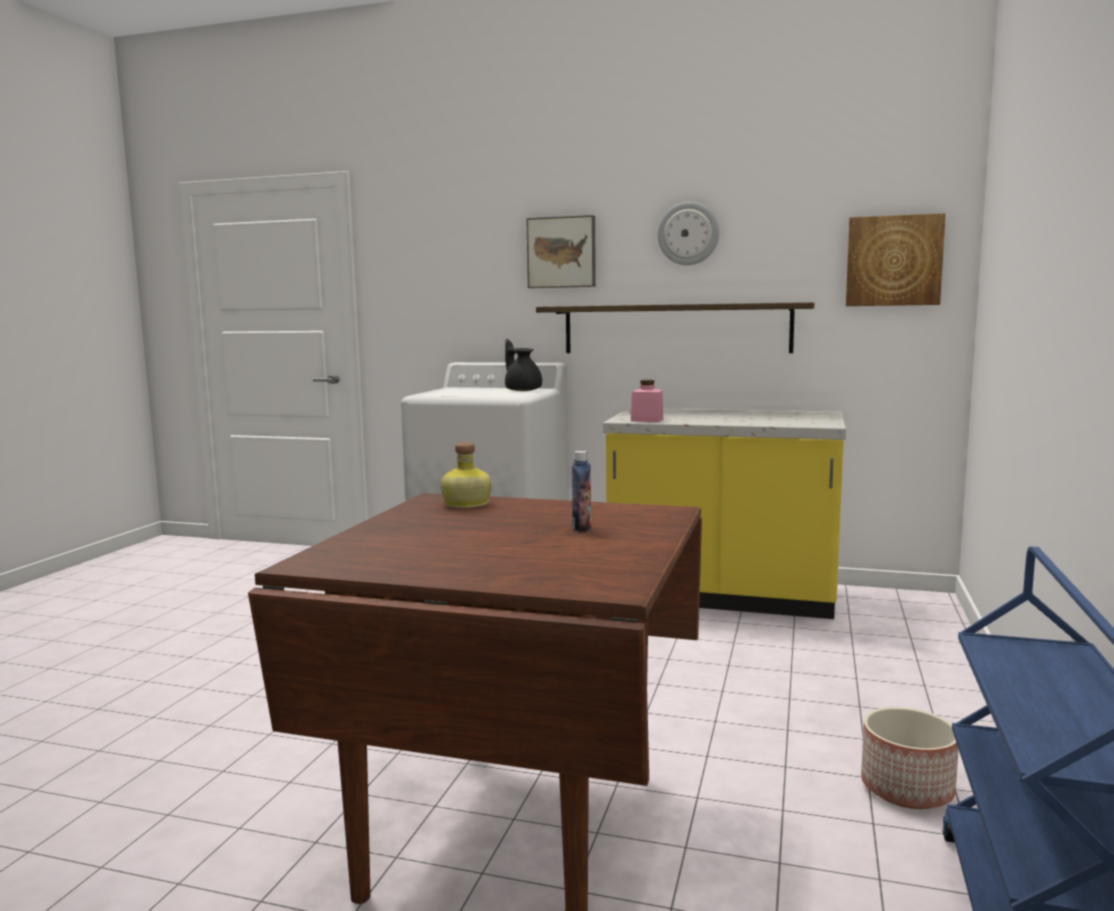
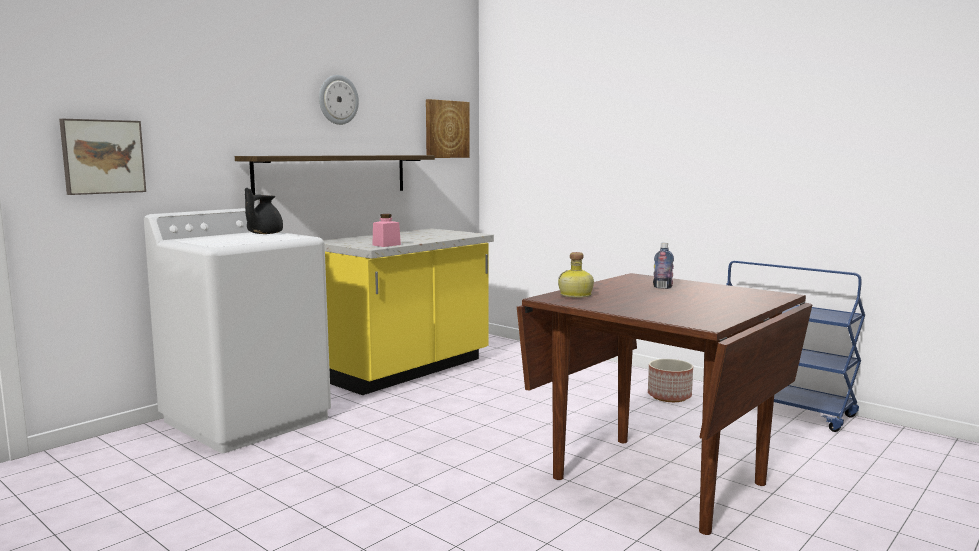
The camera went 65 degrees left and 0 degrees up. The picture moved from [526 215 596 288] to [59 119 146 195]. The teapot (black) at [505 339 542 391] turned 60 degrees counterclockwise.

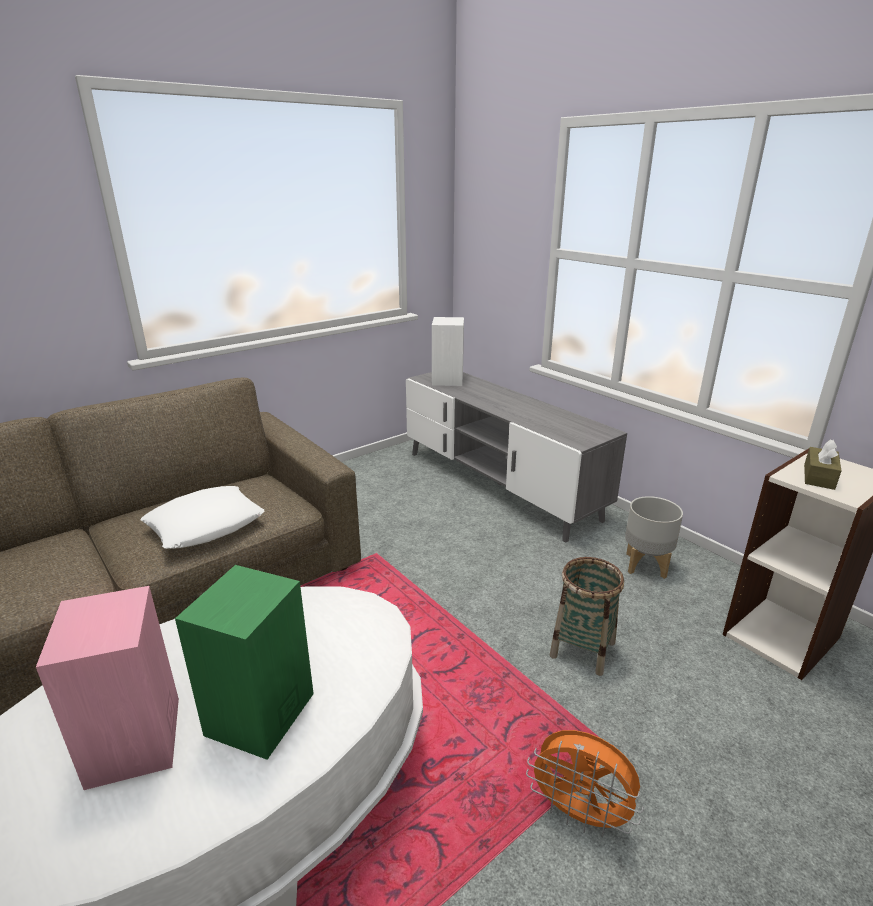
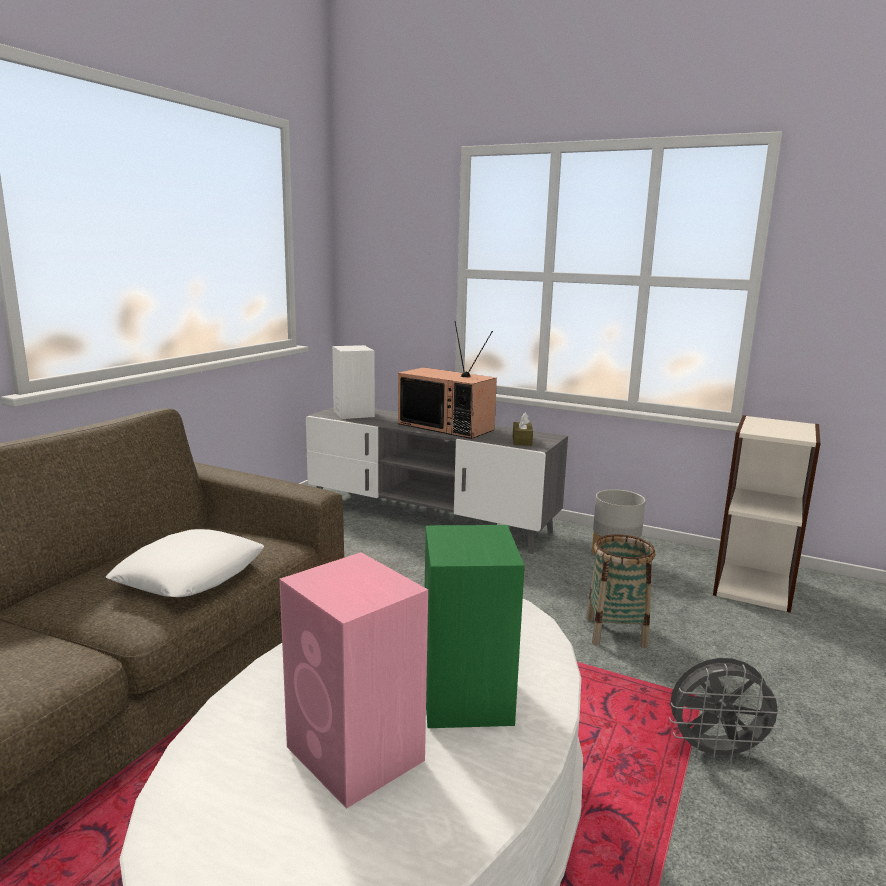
The camera went 25 degrees left and 10 degrees down. The television at [398 321 497 439] appeared. The tissue box (brown) moved from [804 439 841 490] to [513 412 533 446]. The fan (orange) at [526 730 644 838] became the fan (grey) at [669 658 787 764].

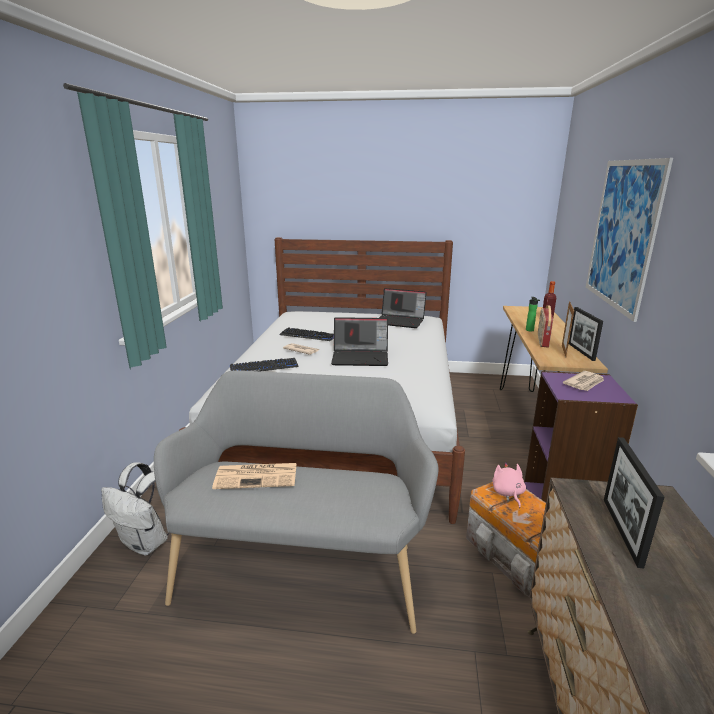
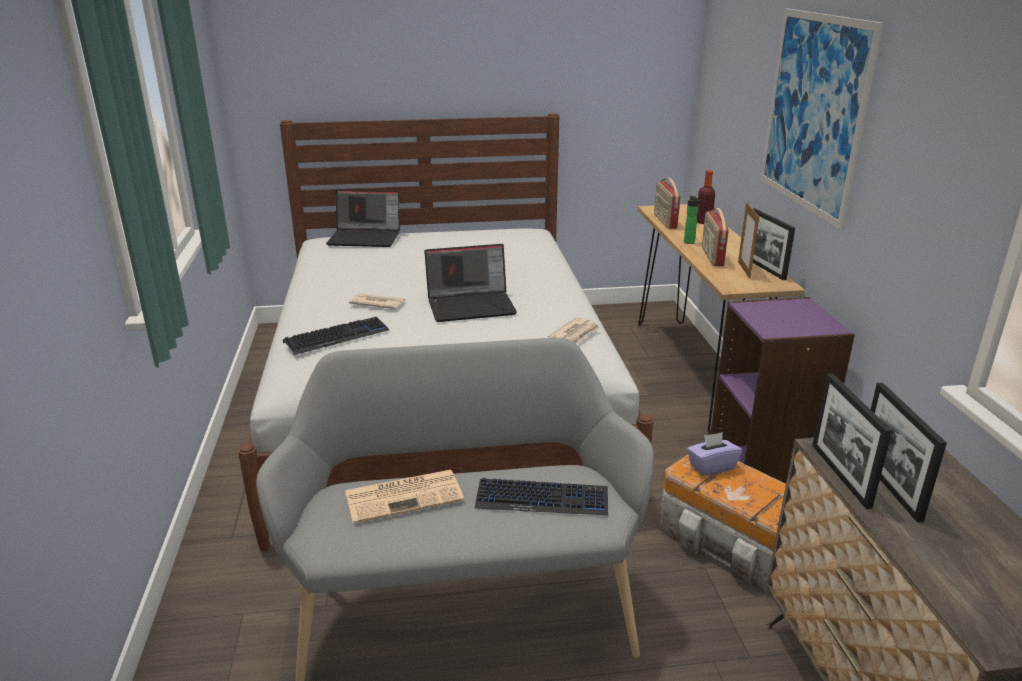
The camera went 15 degrees left and 5 degrees up. The laptop moved from [379 288 427 328] to [326 190 400 247]. The keyboard moved from [279 327 334 341] to [475 478 608 515]. The newspaper moved from [563 371 604 391] to [548 317 600 344]. The radio at [654 178 681 229] appeared. The plush toy (pink) at [492 462 526 508] was replaced by the tissue box (purple) at [687 432 742 476]. The picture frame at [812 373 892 509] appeared. The backpack (white) at [101 462 170 555] disappeared.

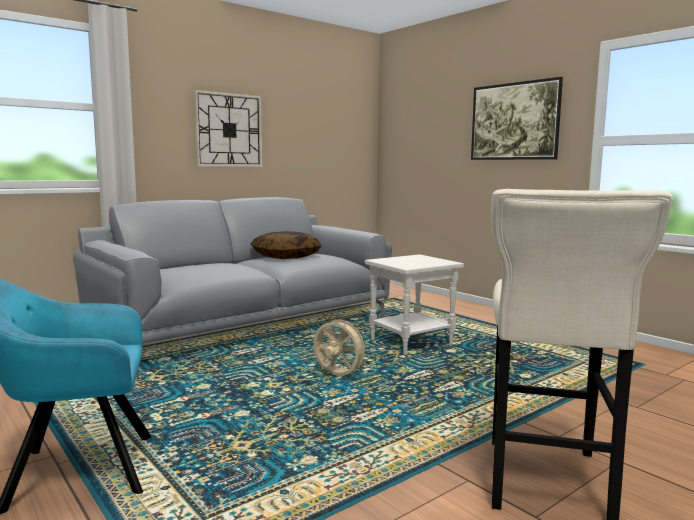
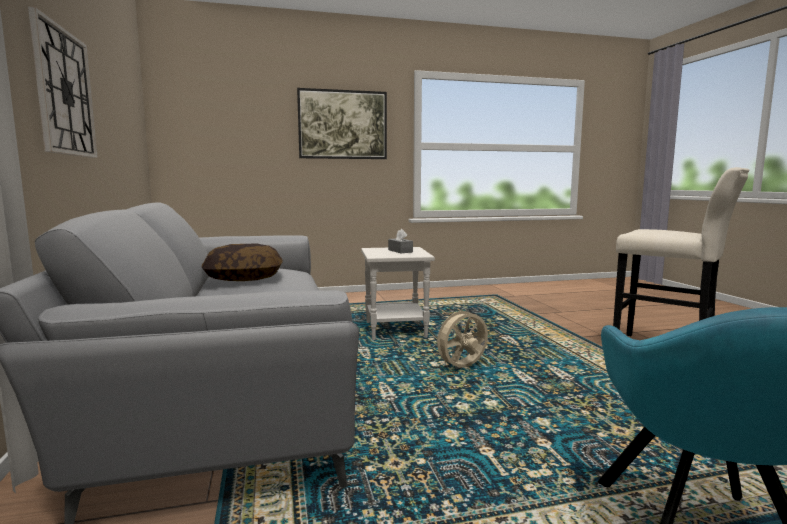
The camera went 65 degrees left and 0 degrees up. The tissue box (grey) at [388 229 413 253] appeared.

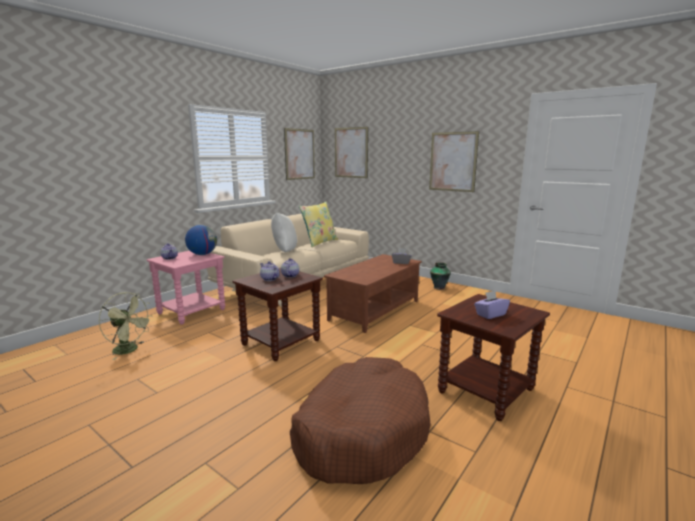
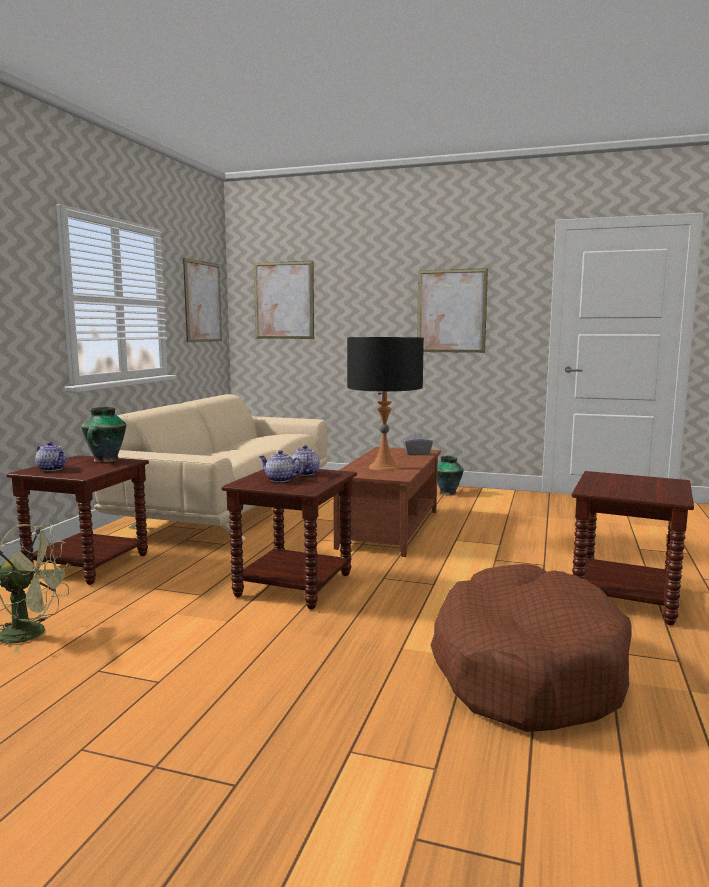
The camera went 20 degrees left and 5 degrees down. The side table (pink) at [147 251 225 325] became the side table (brown) at [7 455 149 585]. The globe at [185 225 217 255] was replaced by the vase at [81 407 126 463]. The table lamp (black) at [347 337 424 471] appeared. The pillow (white) at [271 213 297 252] disappeared. The pillow (yellow) at [299 202 338 247] disappeared. The tissue box (purple) at [474 290 510 319] disappeared.

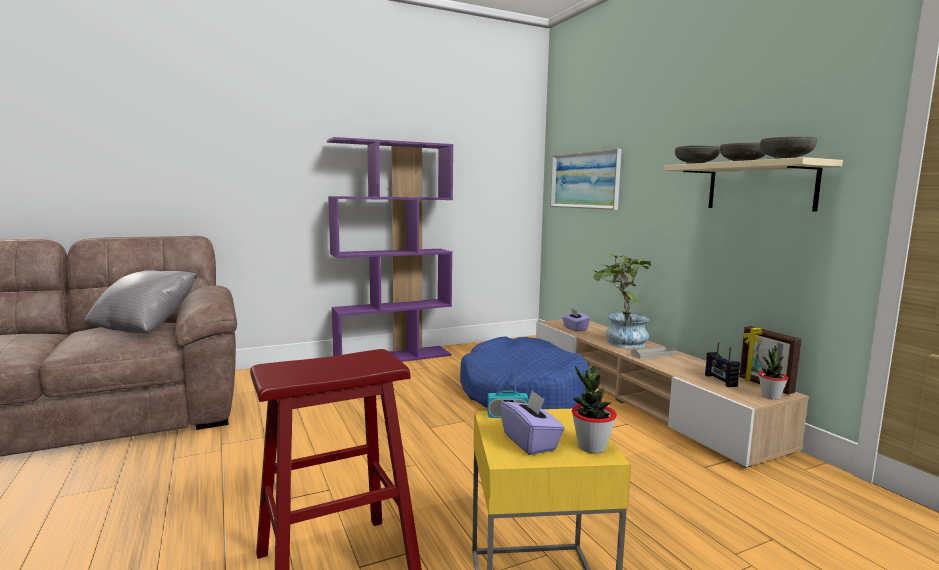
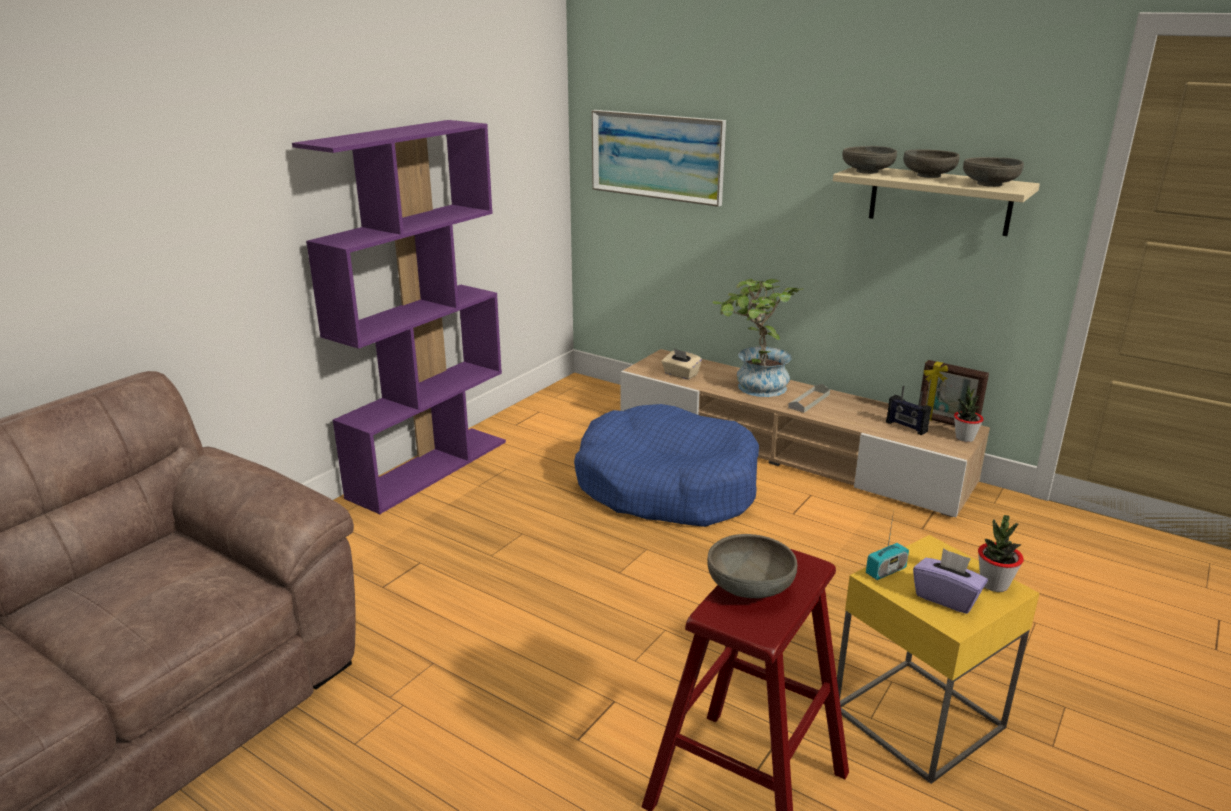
The camera went 30 degrees left and 15 degrees up. The tissue box (purple) at [562 309 590 332] became the tissue box (beige) at [662 349 702 380]. The bowl (grey) at [707 534 797 598] appeared. The pillow (grey) at [85 270 196 333] disappeared.

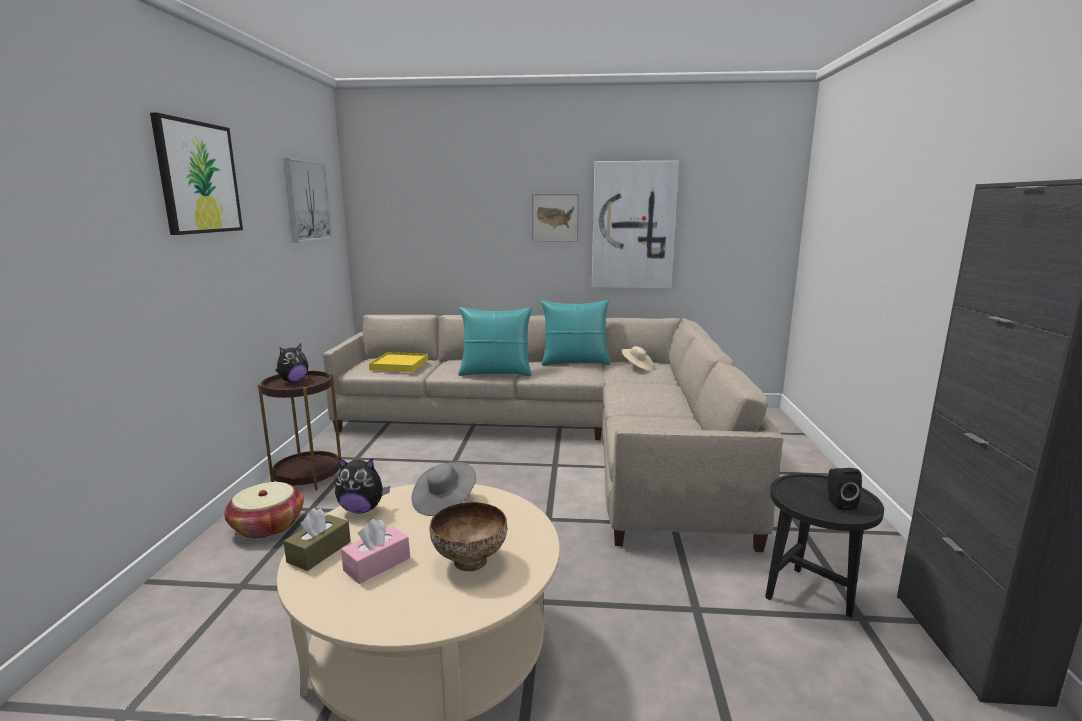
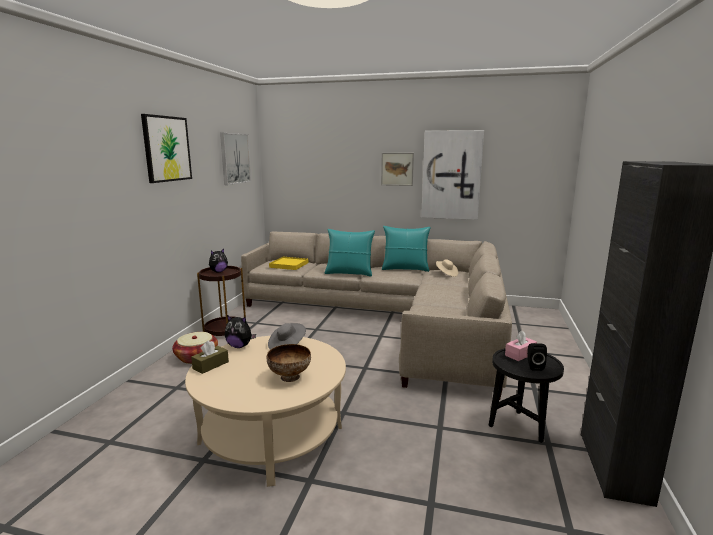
The camera went 10 degrees right and 0 degrees up. The tissue box (pink) moved from [341 519 410 584] to [505 331 537 361].

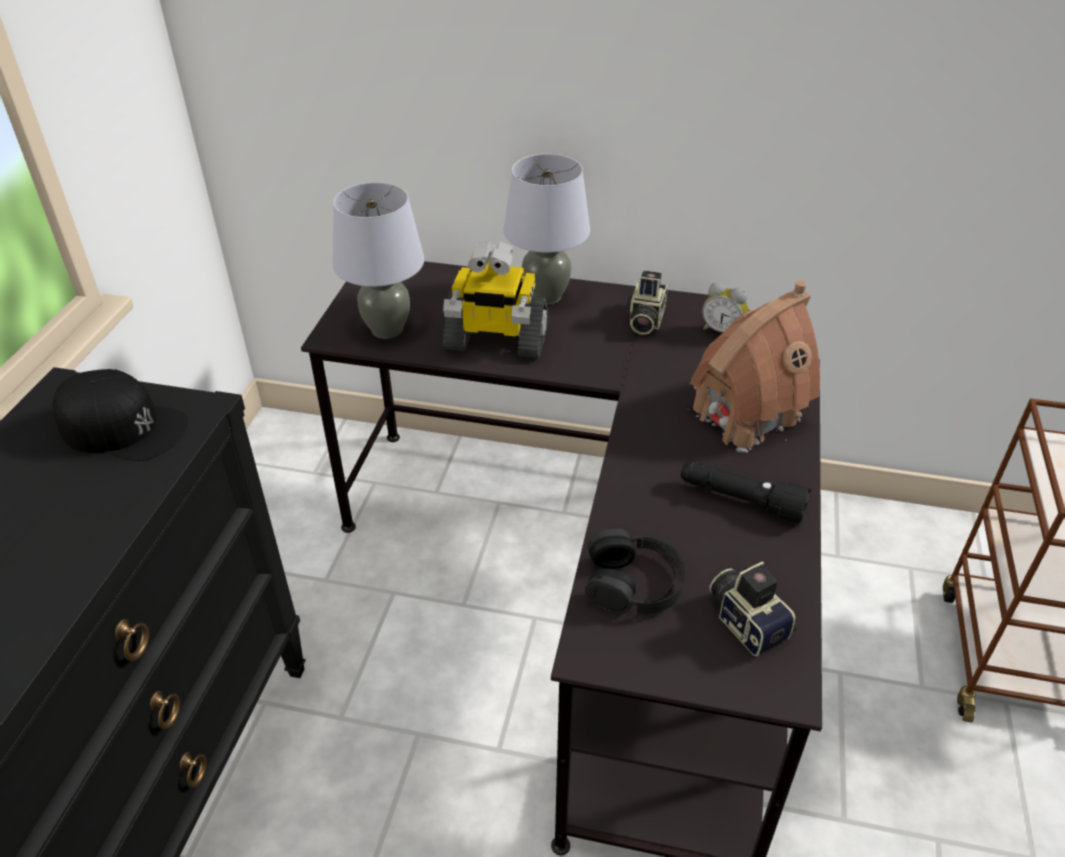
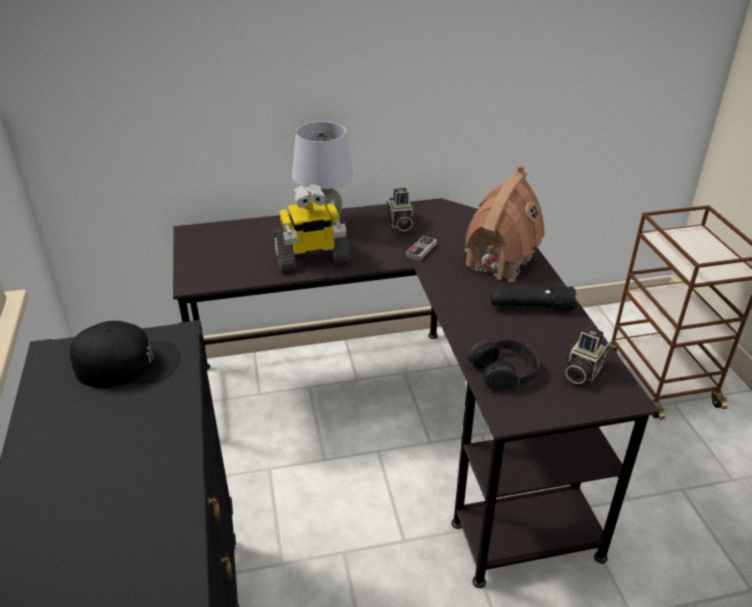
The camera went 25 degrees left and 5 degrees down. The game controller at [406 236 437 261] appeared. The photo camera at [710 561 797 656] turned 90 degrees counterclockwise. The table lamp (grey) at [333 182 424 339] disappeared. The alarm clock at [702 282 748 333] disappeared.

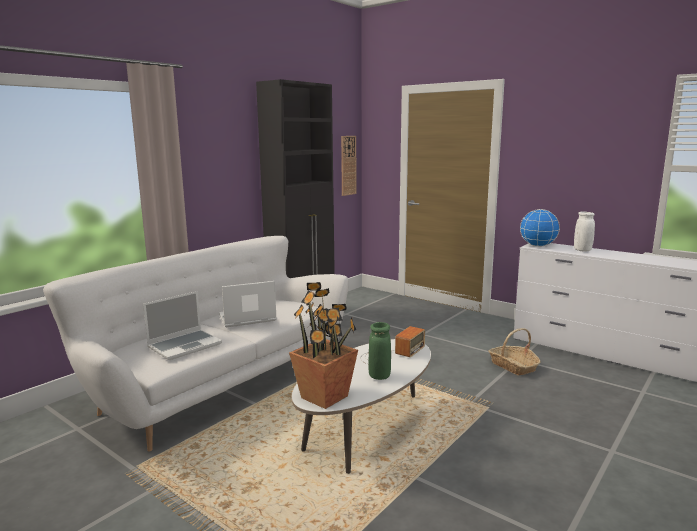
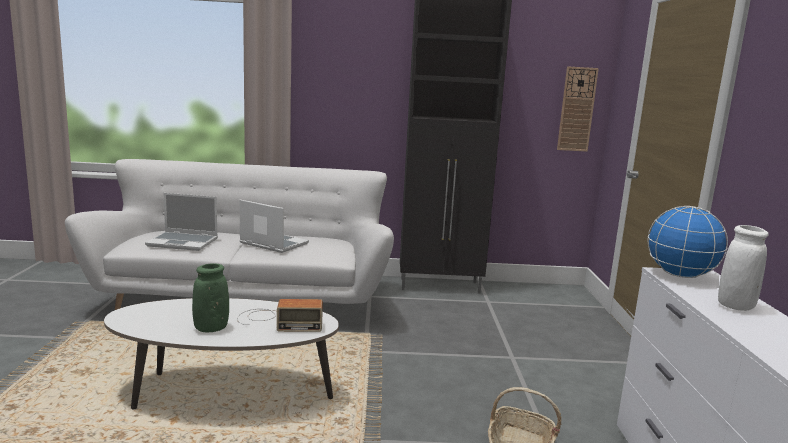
The camera went 50 degrees right and 0 degrees up. The potted plant at [289 282 358 409] disappeared.

